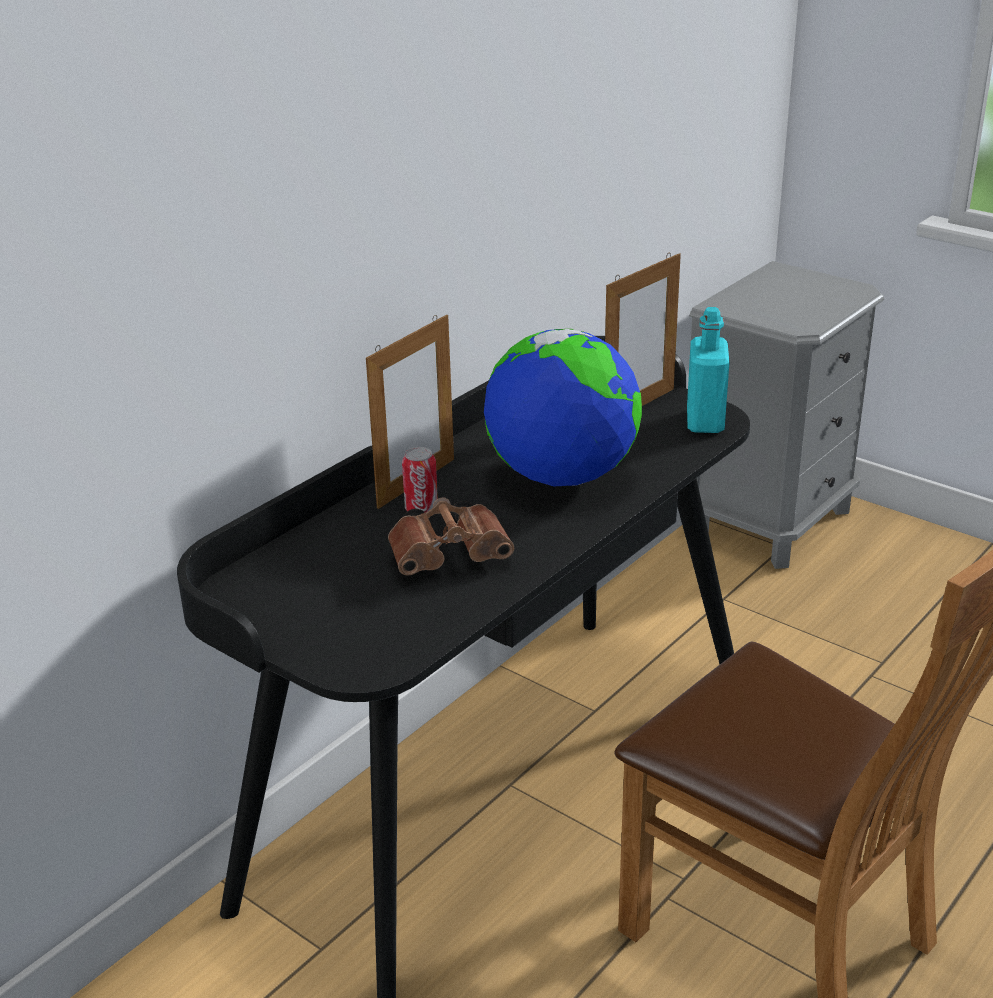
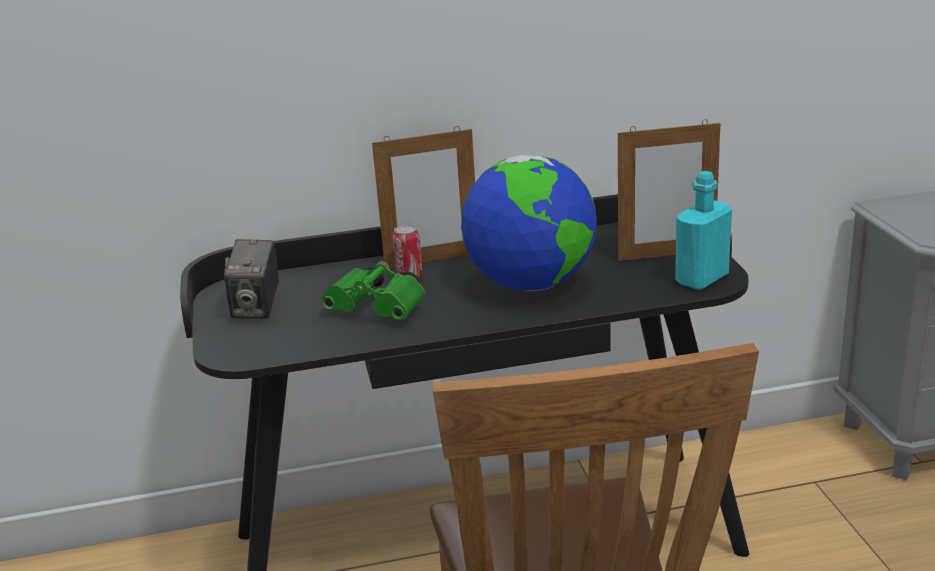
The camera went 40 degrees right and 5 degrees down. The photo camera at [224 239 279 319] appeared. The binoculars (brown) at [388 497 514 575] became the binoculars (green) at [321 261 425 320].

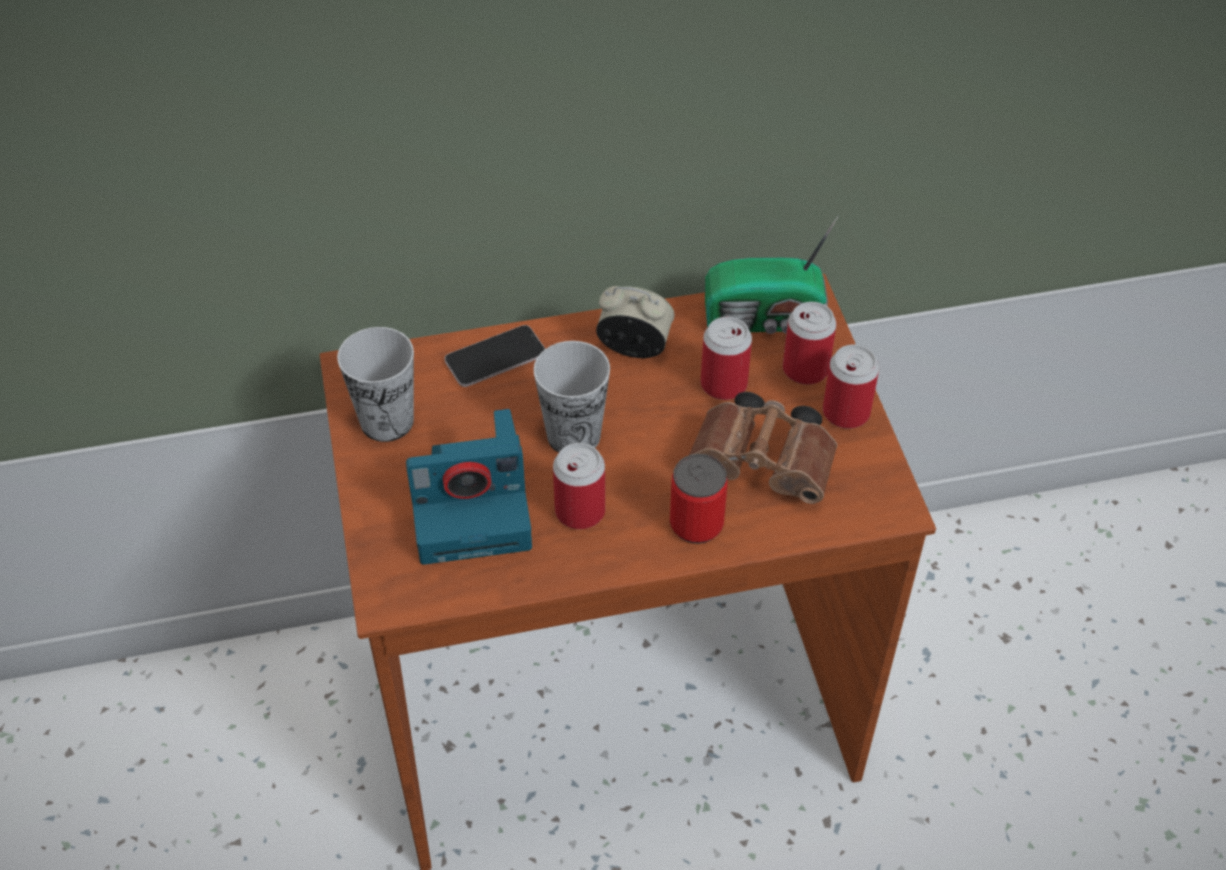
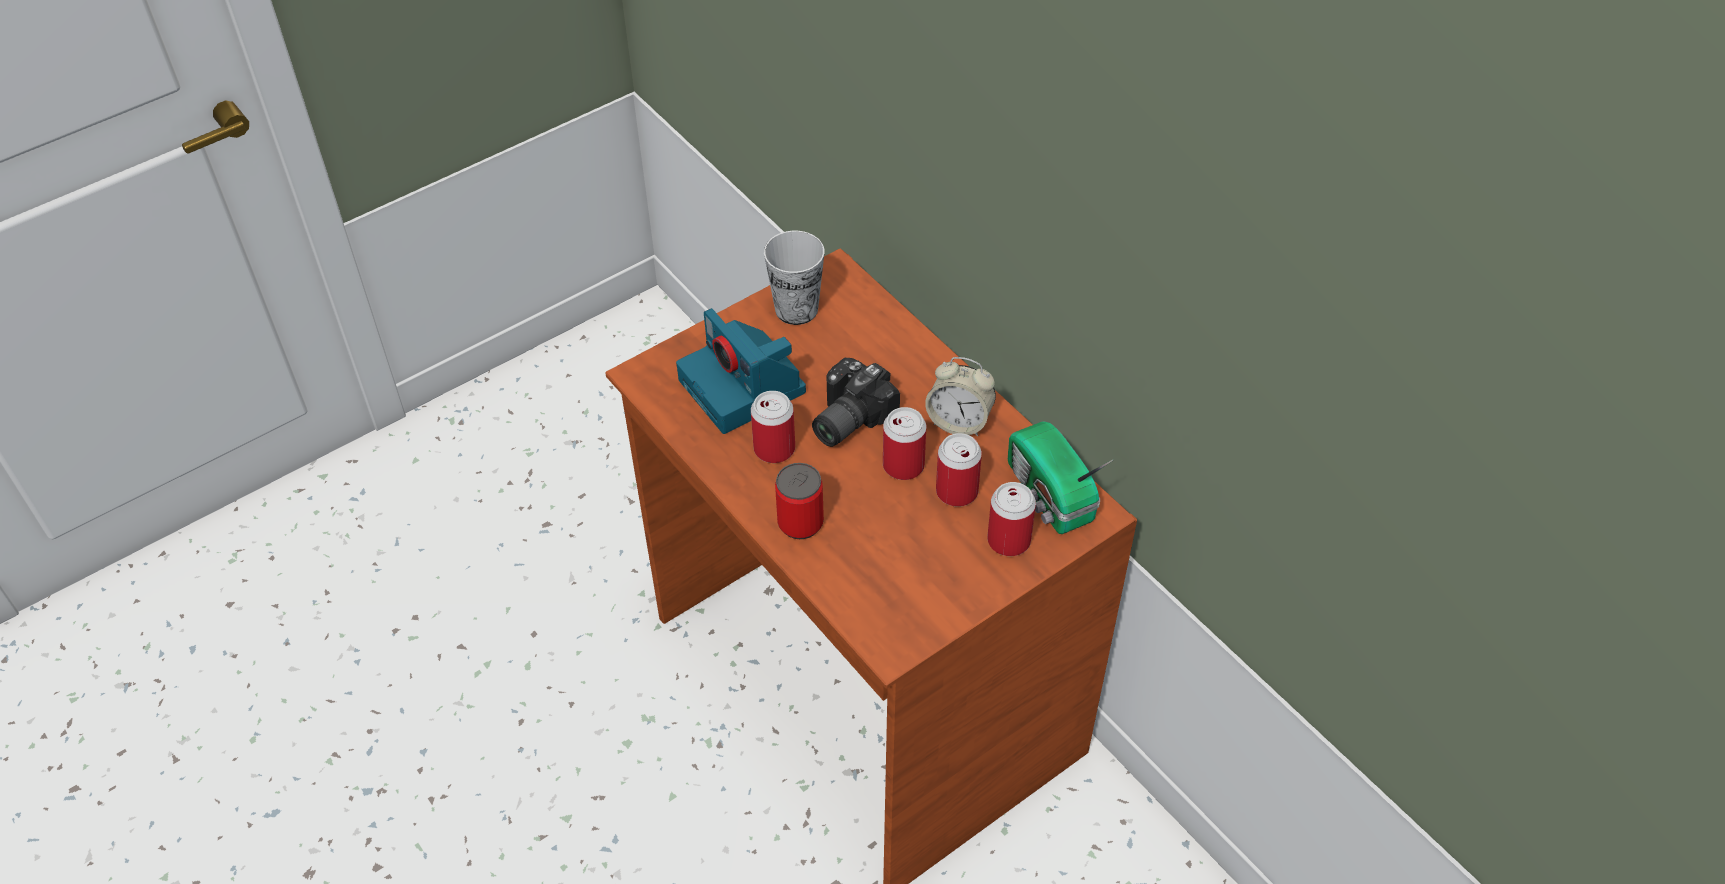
The camera went 65 degrees right and 0 degrees up. The cup at [534 341 610 453] was replaced by the photo camera at [812 358 900 447]. The can moved from [823 344 879 429] to [883 407 926 480]. The alarm clock at [596 286 675 358] turned 120 degrees clockwise. The phone at [444 325 545 387] disappeared. The binoculars (brown) at [689 392 837 504] disappeared.

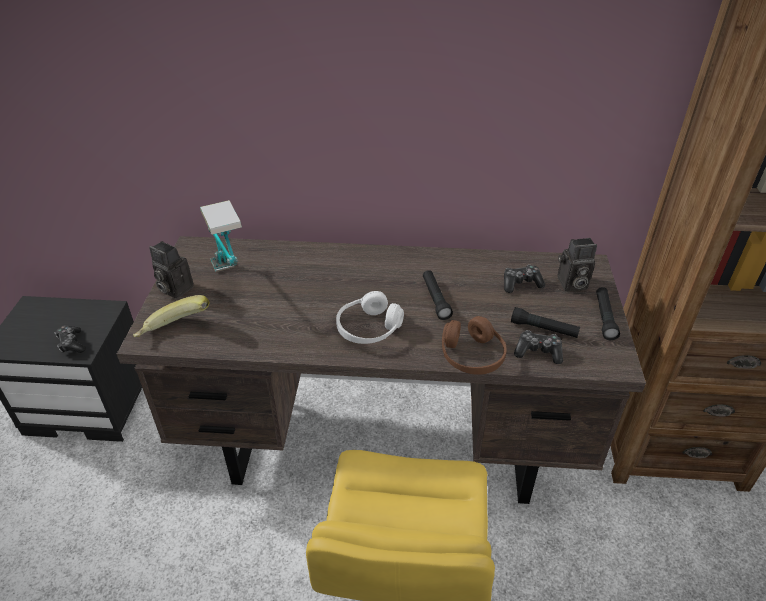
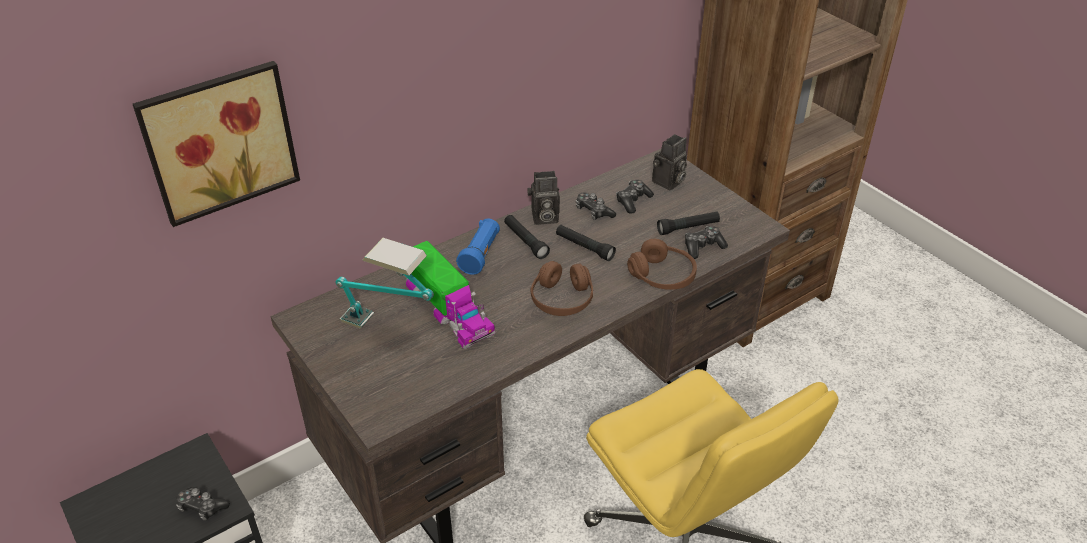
The camera went 40 degrees left and 0 degrees up. The picture at [133 61 300 227] appeared. The toy truck at [406 241 495 349] appeared. The flashlight (blue) at [456 218 500 275] appeared. The flashlight (black) moved from [596 287 620 340] to [504 215 550 259]. The photo camera moved from [149 241 194 299] to [527 171 560 225]. The headphones (white) at [336 291 404 344] became the headphones (brown) at [531 261 593 316]. The game controller at [576 193 616 220] appeared. The banana at [133 295 210 337] disappeared.

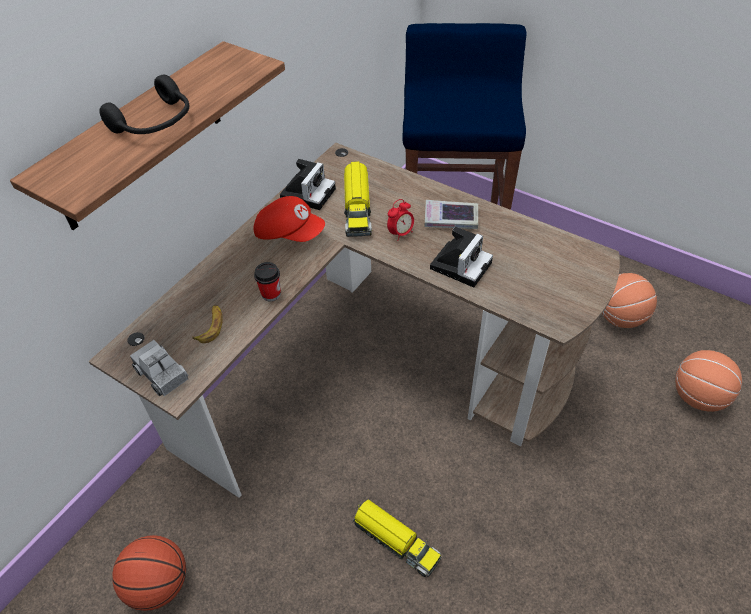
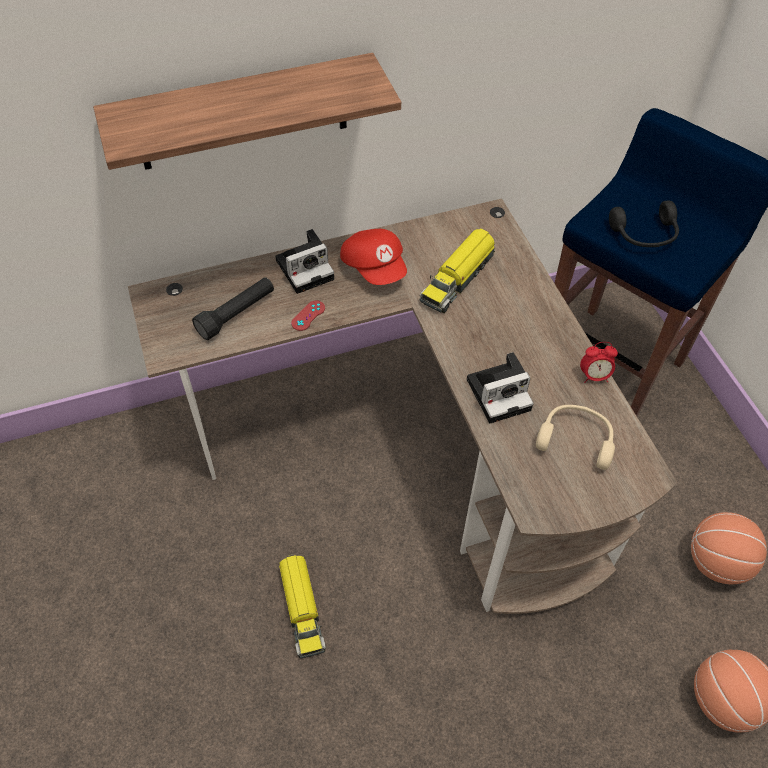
The camera went 35 degrees right and 5 degrees up. The banana at [192 305 223 343] was replaced by the flashlight (black) at [192 277 274 340]. The photo camera moved from [280 159 336 210] to [275 229 334 294]. The cup at [254 262 281 301] was replaced by the game controller (red) at [291 301 325 331]. The headphones (beige) at [536 405 615 470] appeared. The alarm clock moved from [387 199 414 241] to [580 342 618 383]. The headphones (black) moved from [99 75 189 134] to [609 200 679 247]. The basketball at [112 535 186 611] disappeared. The toy truck at [130 340 188 396] disappeared. The book at [424 200 478 229] disappeared.

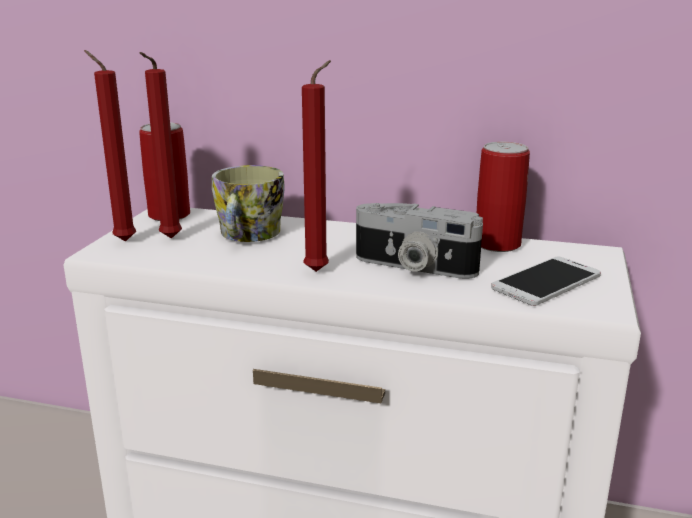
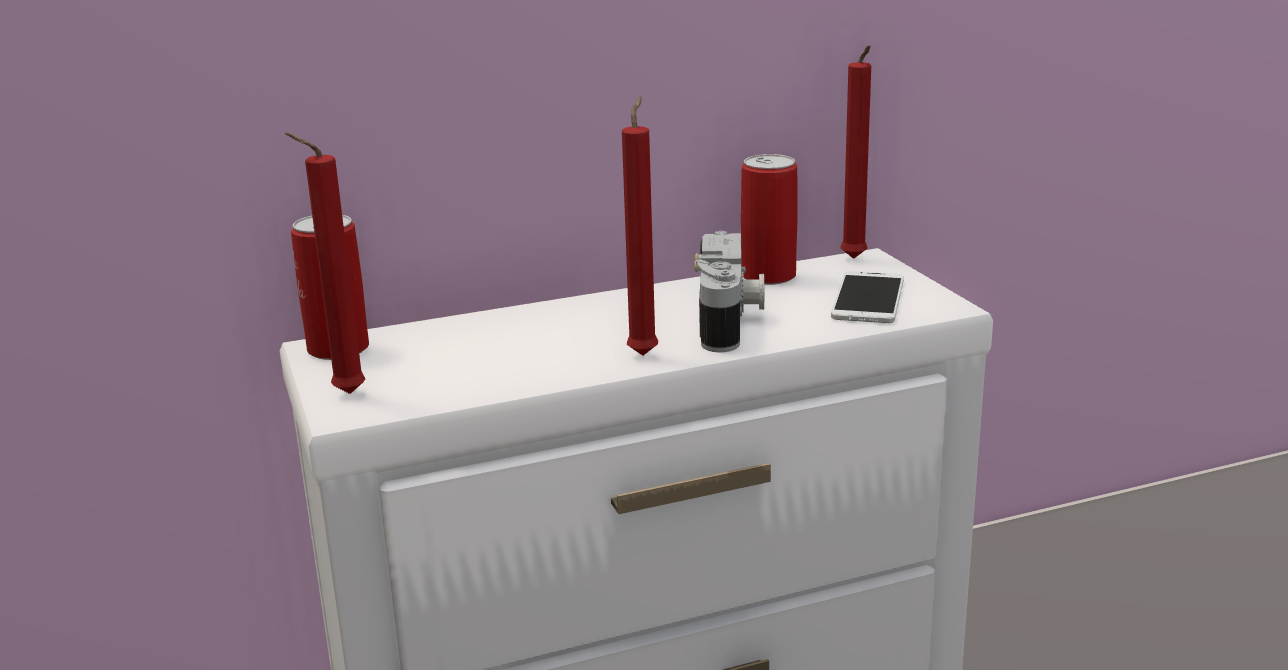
The camera went 35 degrees left and 0 degrees up. The photo camera at [356 203 483 279] turned 75 degrees counterclockwise. The candle (red) moved from [140 52 182 239] to [841 45 871 259]. The mug at [212 165 285 242] disappeared.

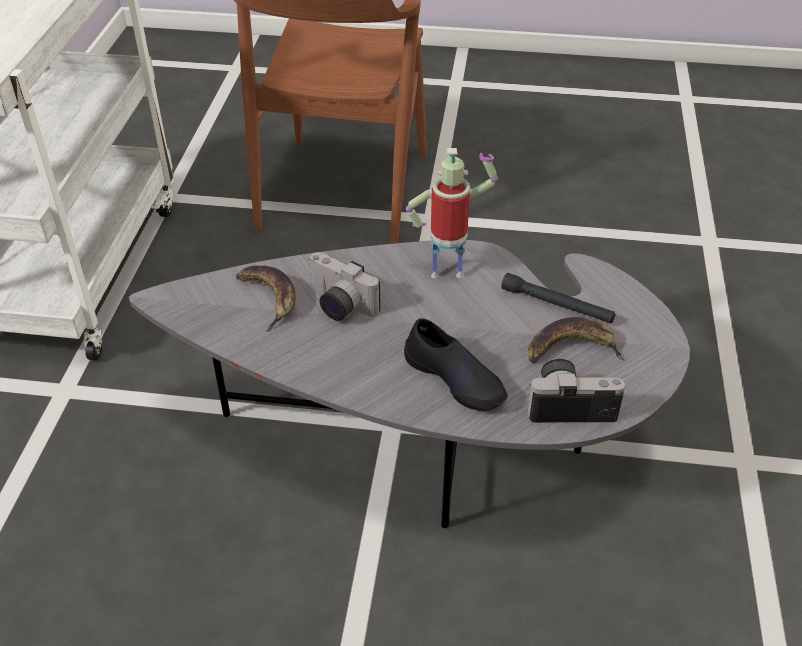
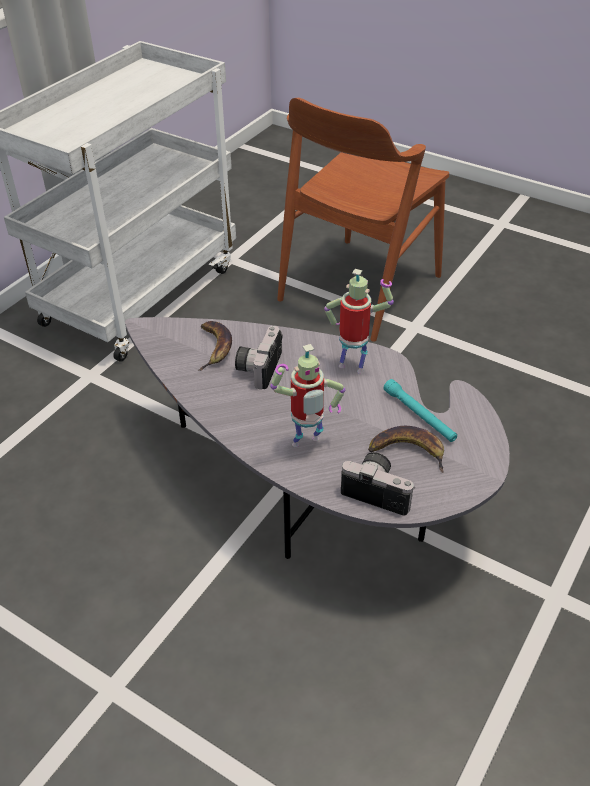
The camera went 25 degrees right and 0 degrees up. The photo camera at [309 252 381 321] turned 45 degrees clockwise. The shoe (black) at [404 318 508 411] was replaced by the toy robot at [270 344 345 447]. The flashlight (black) at [501 273 615 323] became the flashlight (turquoise) at [384 379 457 442].

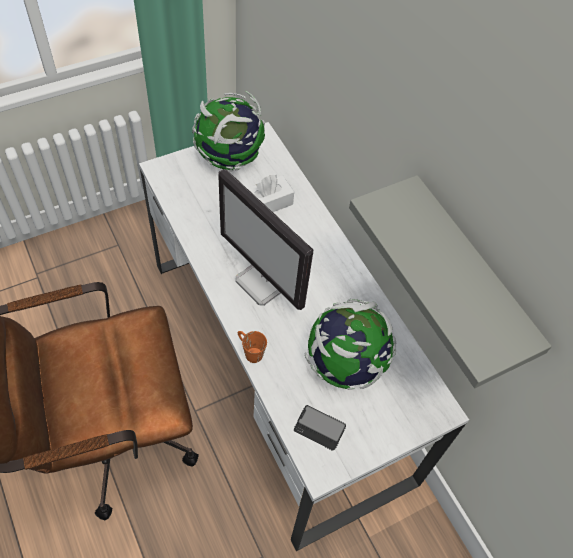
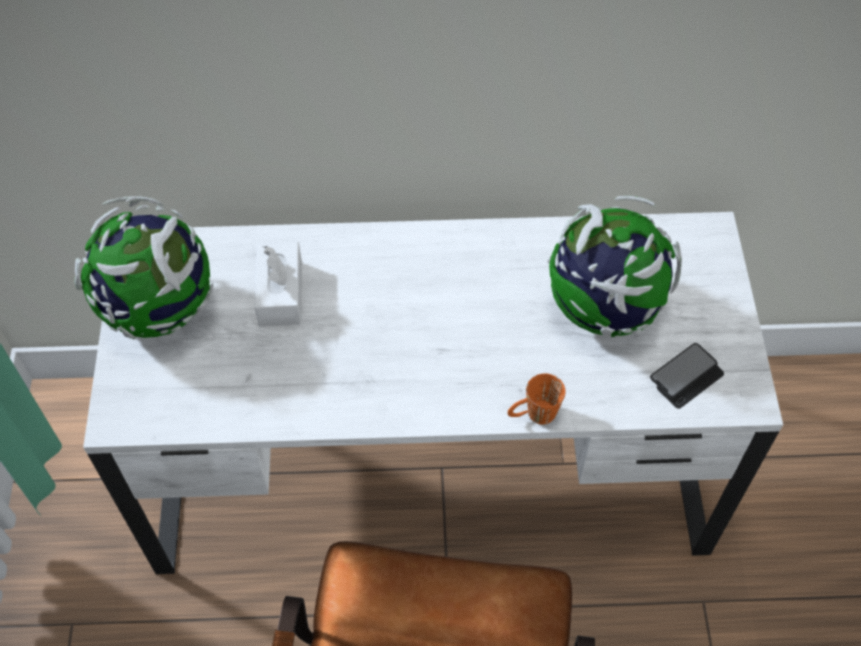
The camera went 60 degrees left and 0 degrees up. The monitor at [218 169 313 310] disappeared. The shelf (grey) at [349 175 552 388] disappeared.

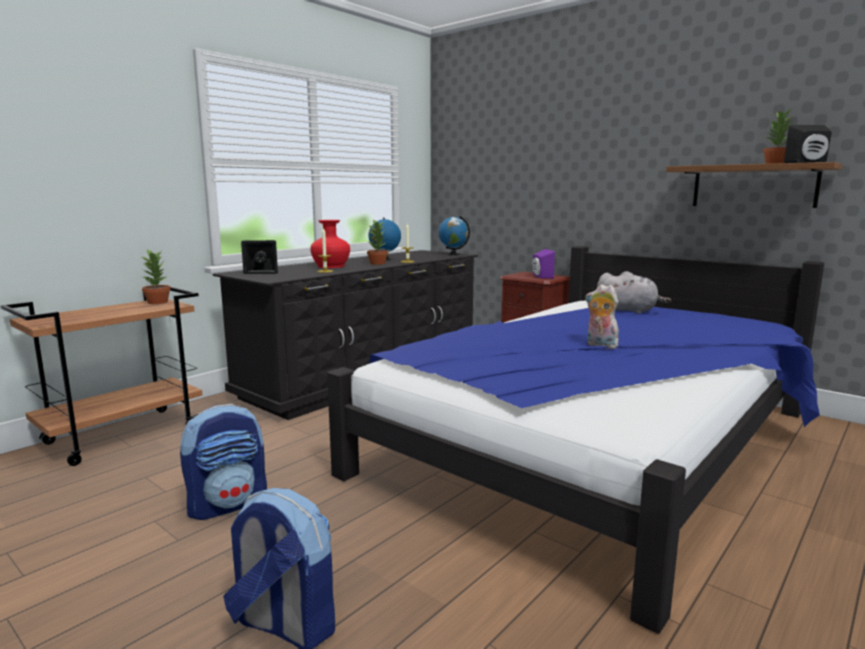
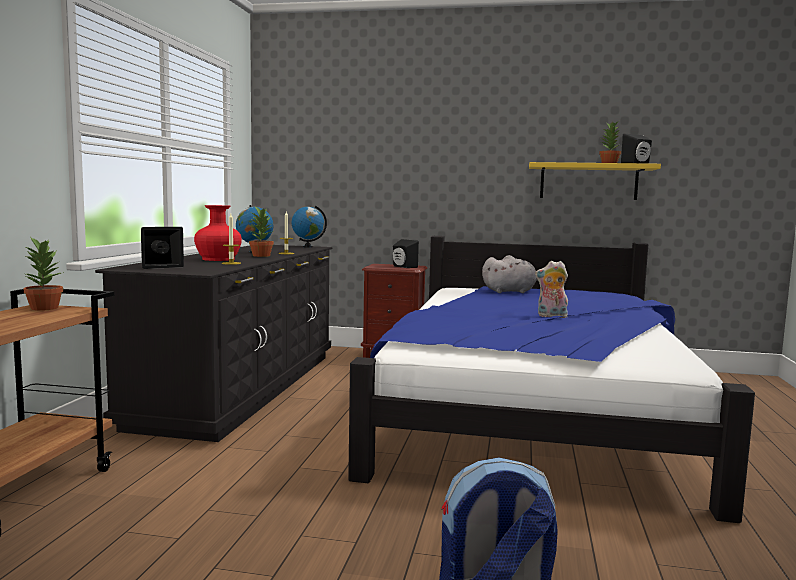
The camera went 30 degrees left and 5 degrees down. The speaker (purple) at [532 249 555 279] became the speaker (black) at [393 239 419 268]. The shelf (brown) at [666 162 843 208] became the shelf (yellow) at [529 162 661 200]. The backpack at [180 404 267 520] disappeared.

